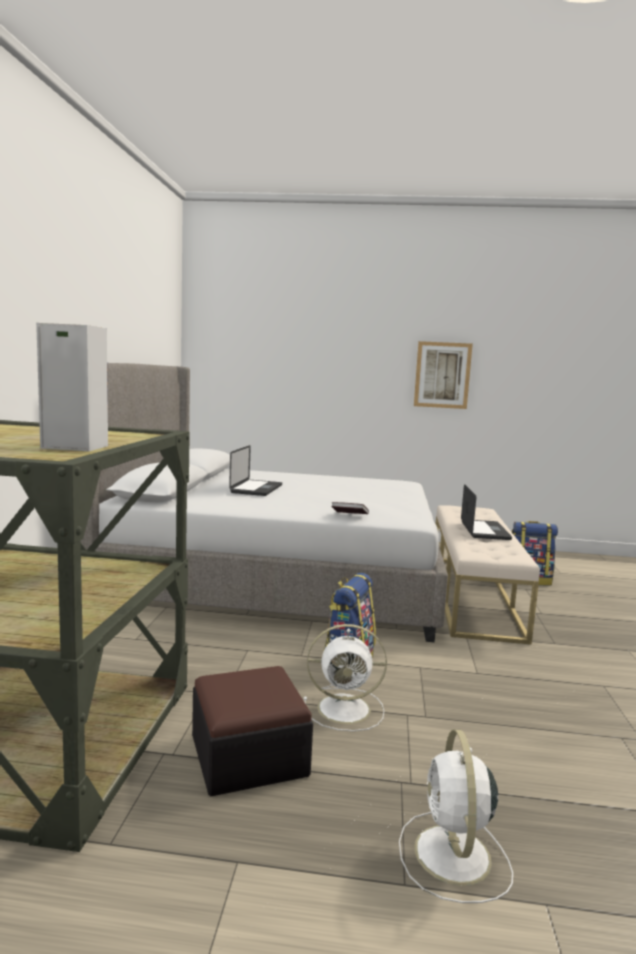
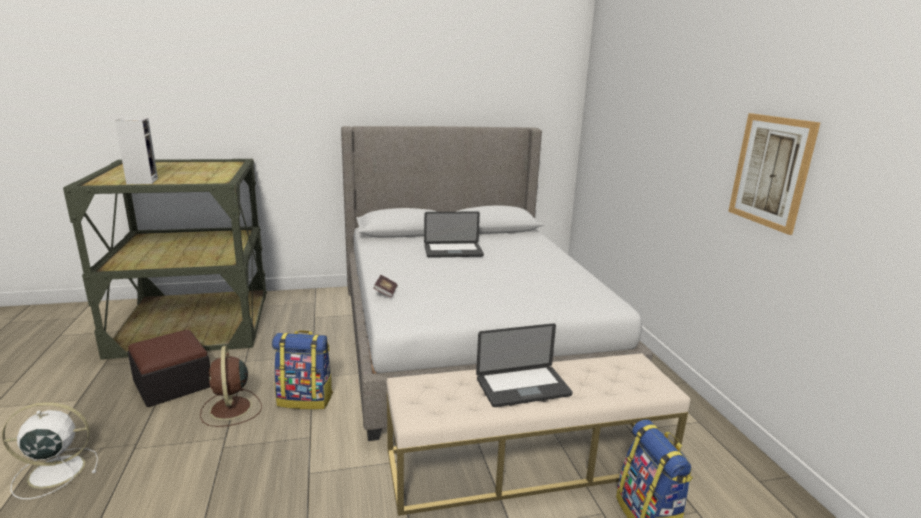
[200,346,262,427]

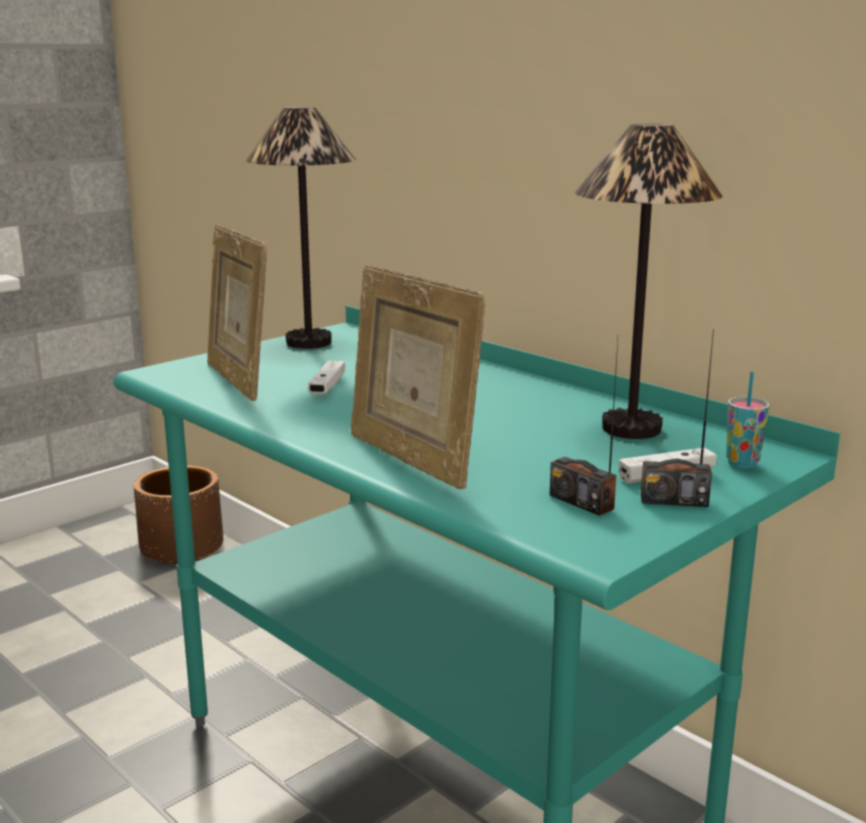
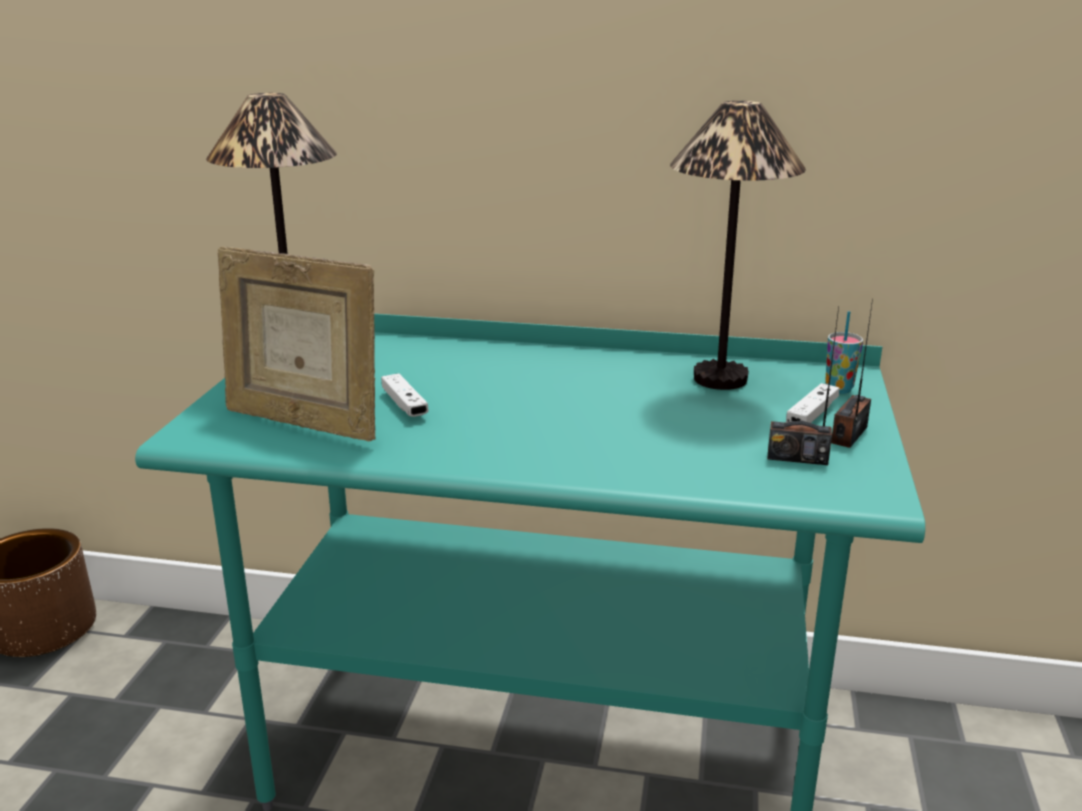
[351,265,486,489] (first image)
[831,298,873,448]

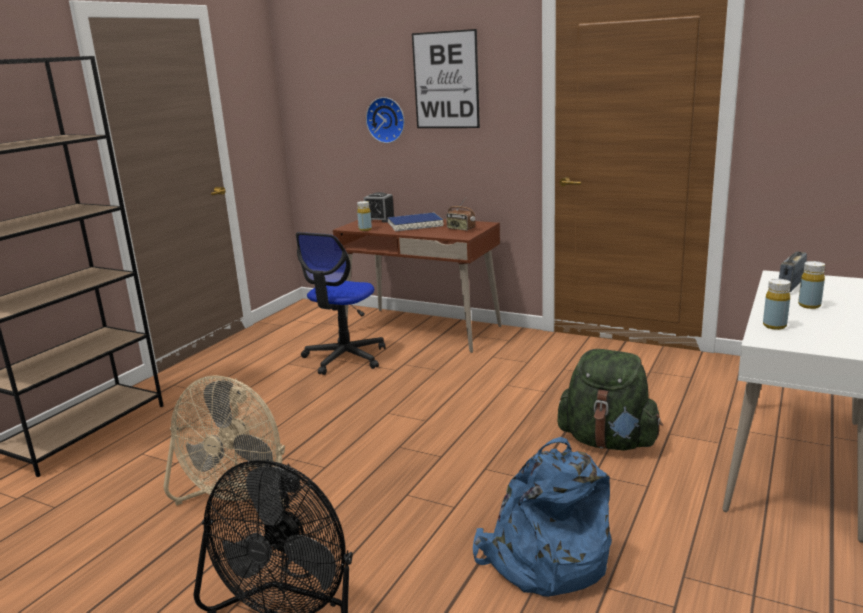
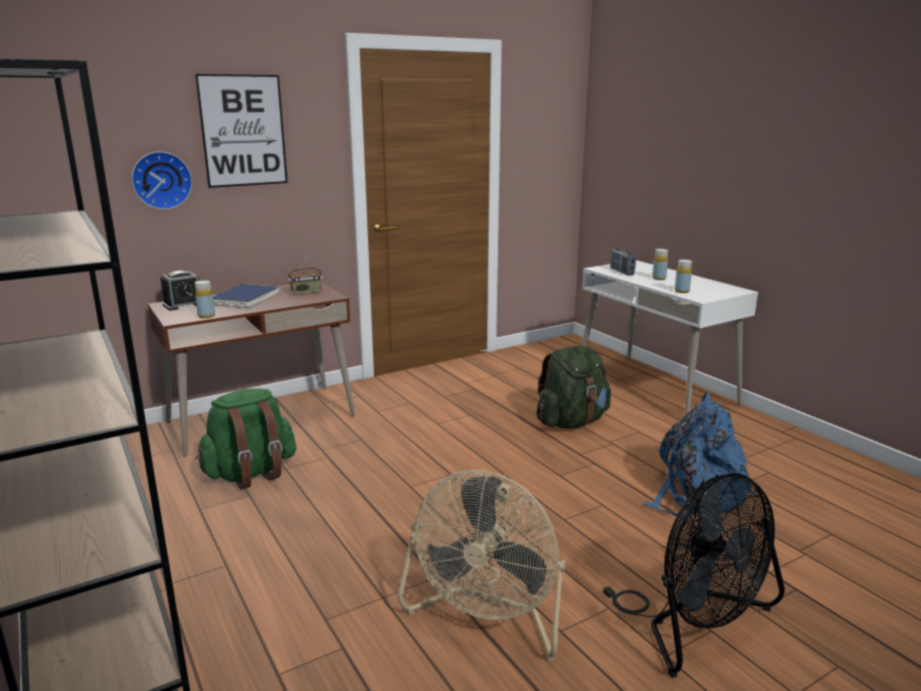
[196,388,296,489]
[398,470,565,662]

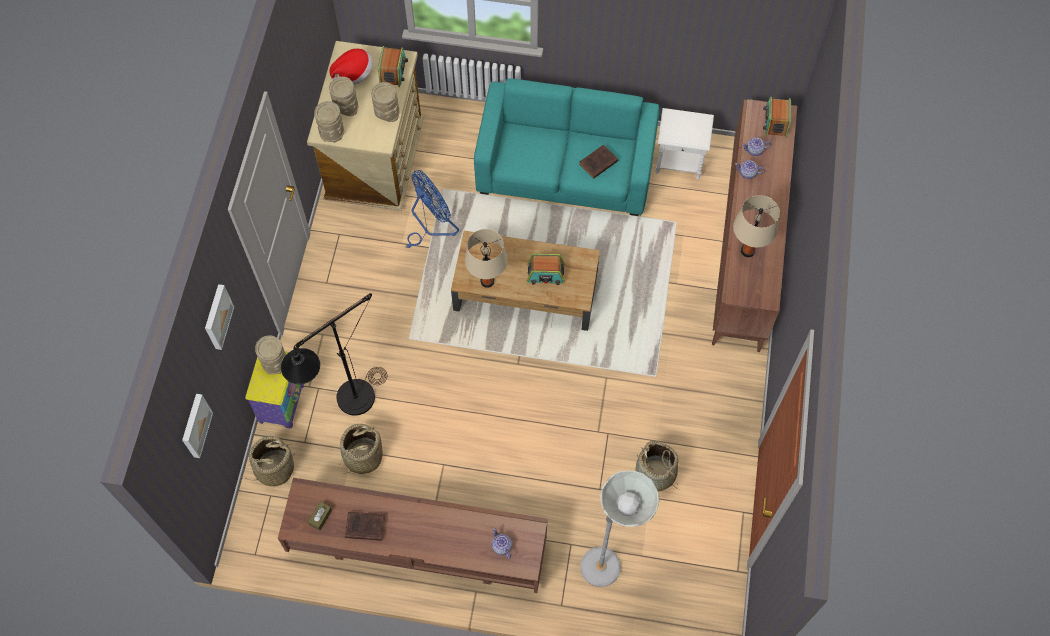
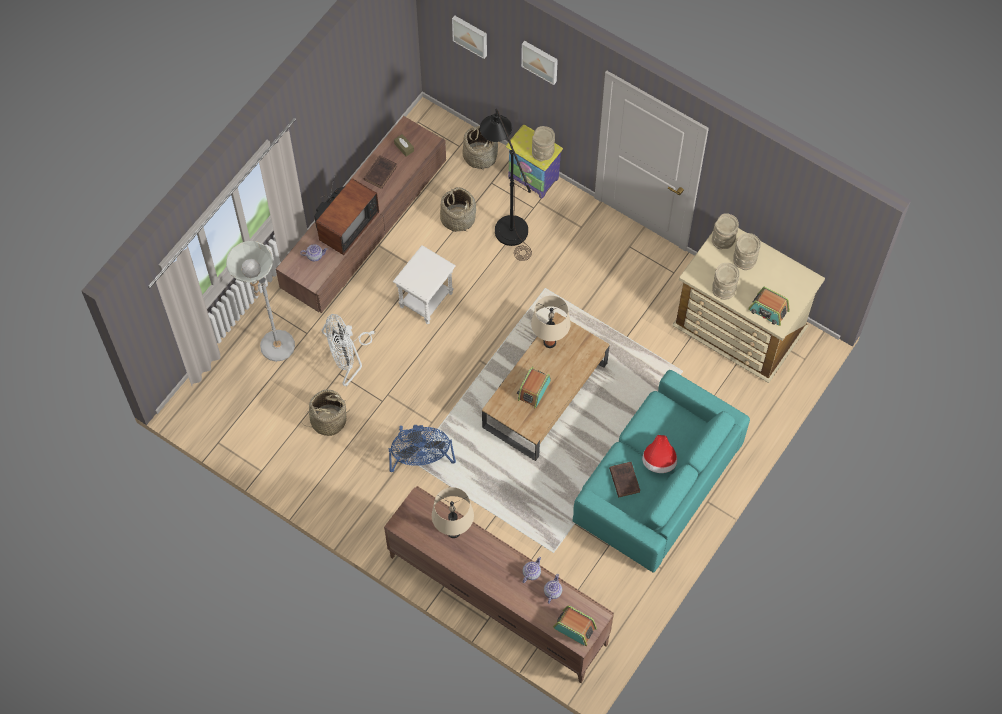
[642,435,677,473]
[393,245,456,324]
[389,425,456,472]
[314,176,379,255]
[322,314,375,386]

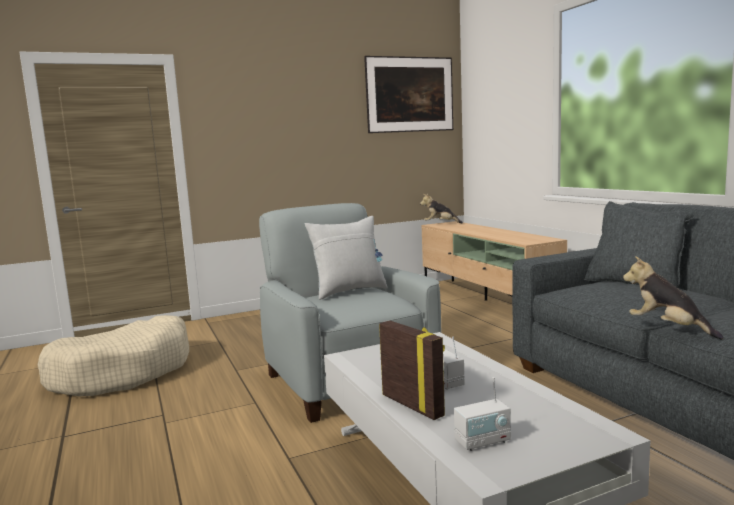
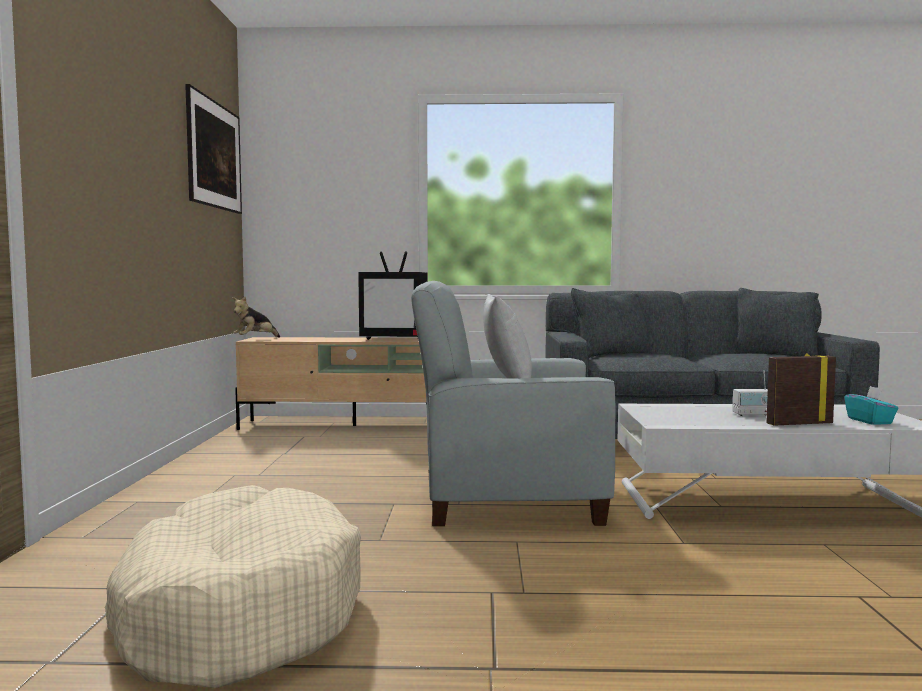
[623,256,723,339] (first image)
[845,386,899,425]
[358,251,428,340]

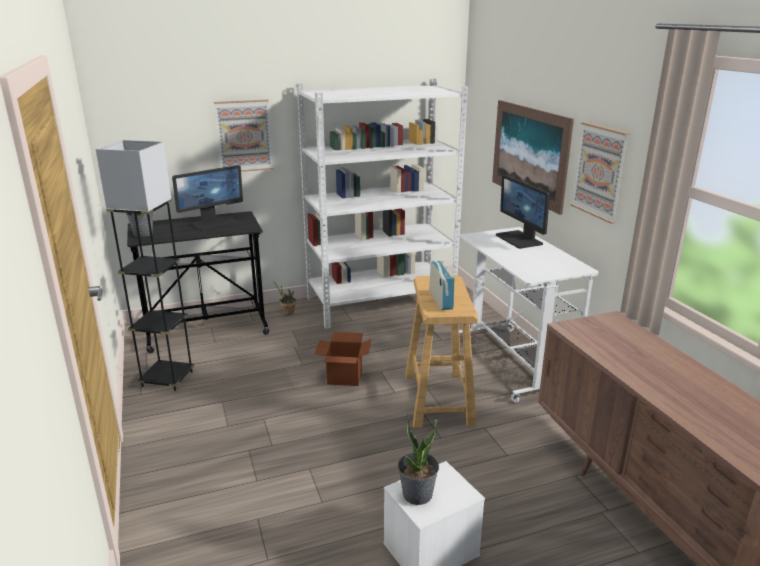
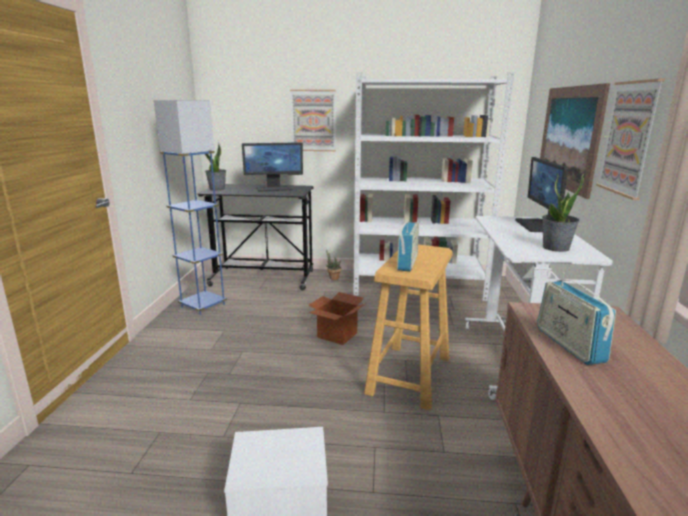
[154,100,227,315]
[542,173,584,252]
[537,272,616,365]

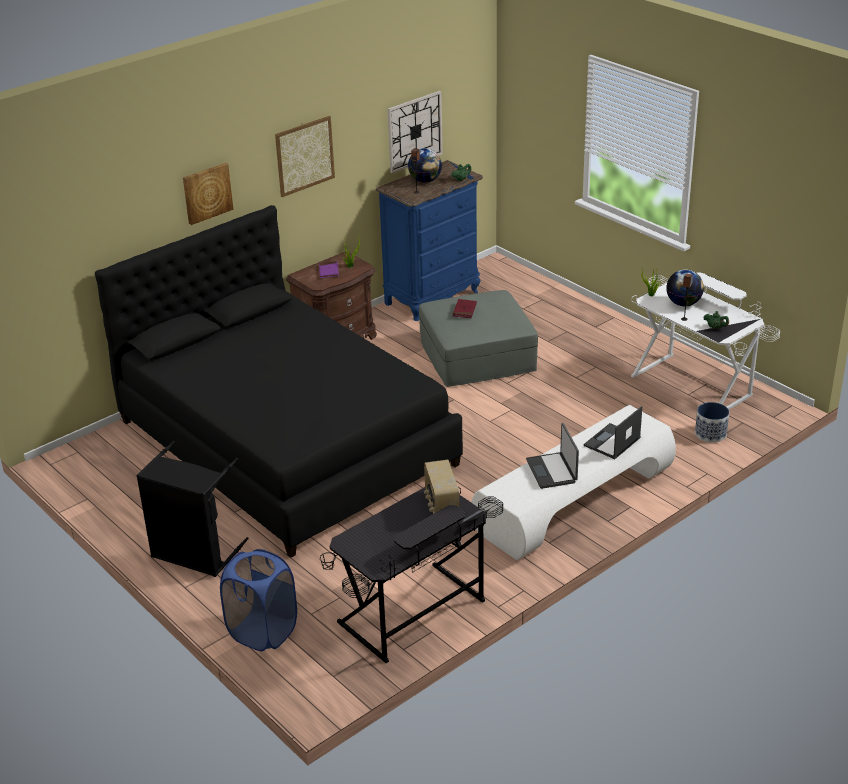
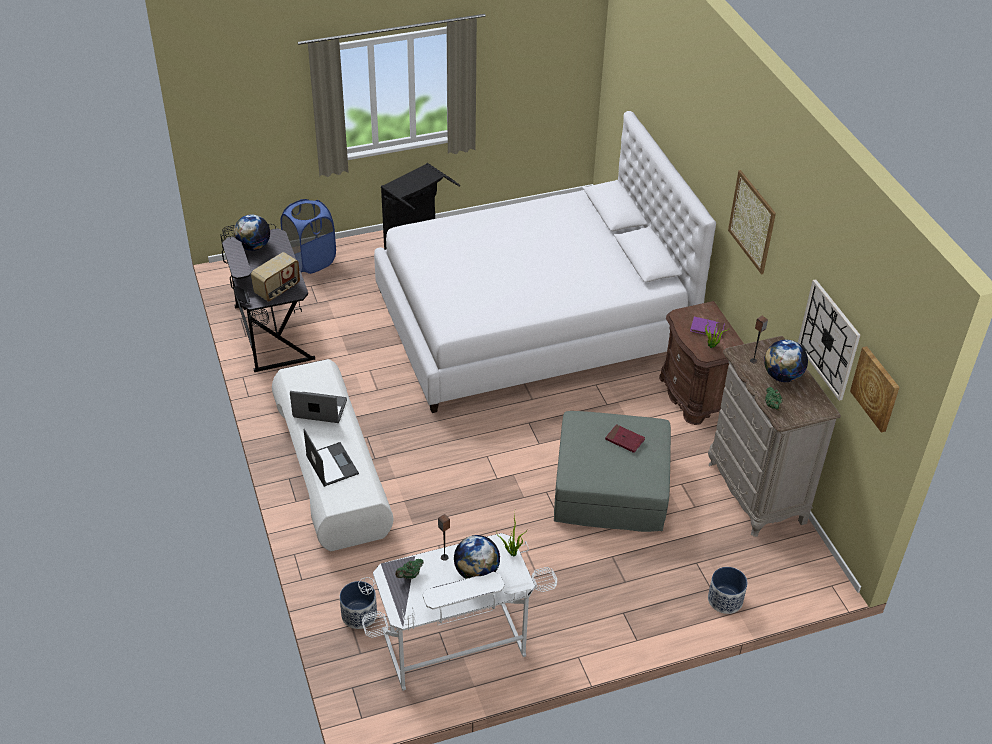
[708,336,841,537]
[850,346,900,433]
[374,111,716,413]
[251,252,300,302]
[234,214,270,251]
[708,567,748,614]

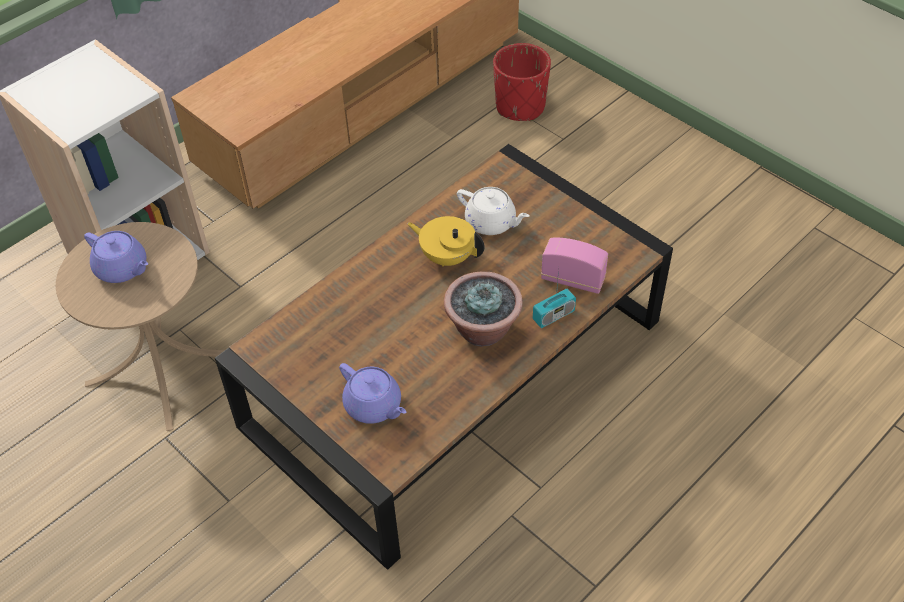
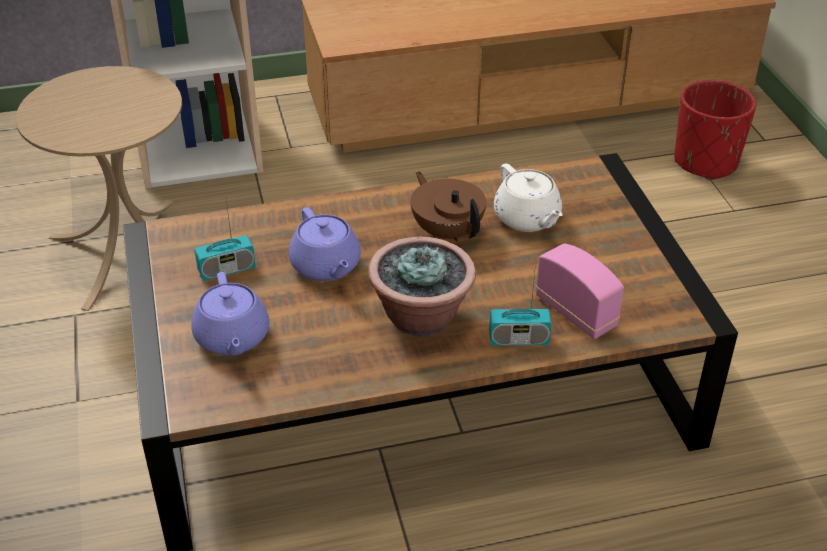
[410,171,486,242]
[289,207,361,281]
[195,195,256,281]

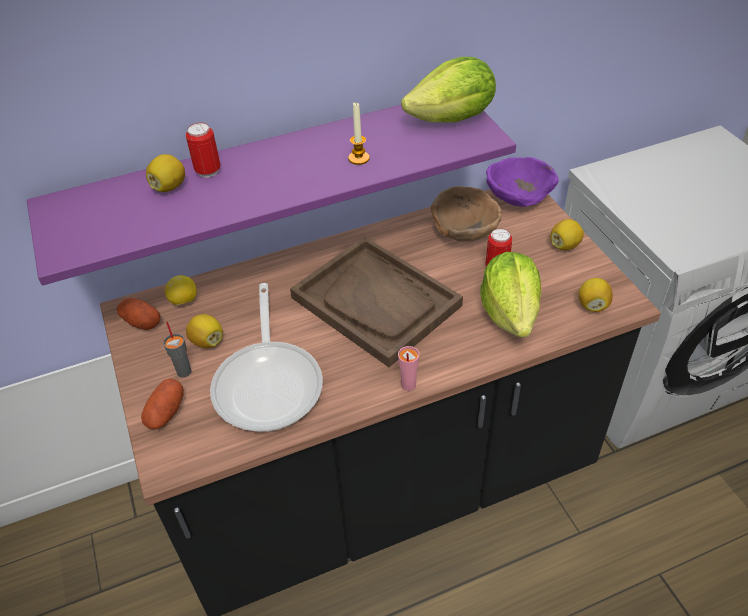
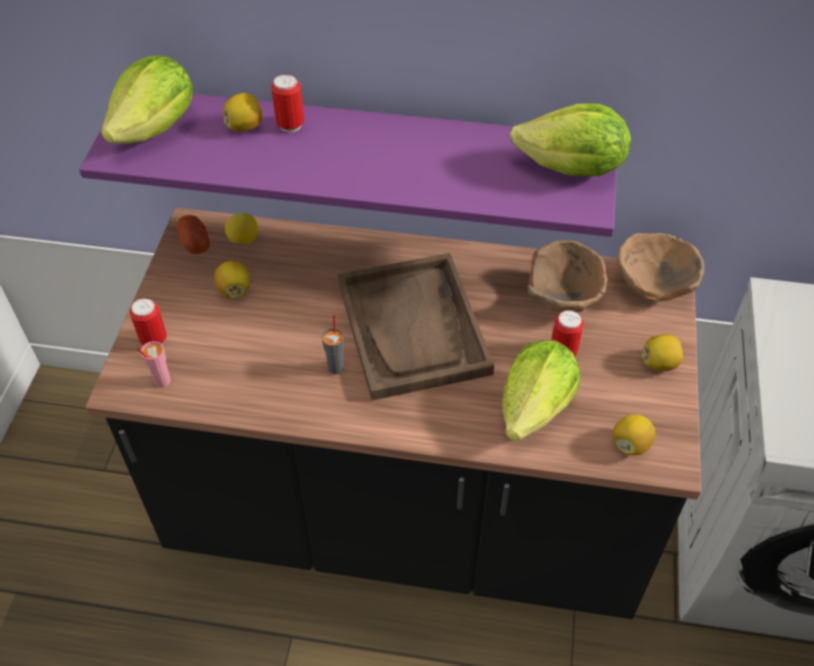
[348,103,370,165] (first image)
[617,233,705,302]
[210,283,323,432] (first image)
[322,315,344,375]
[137,341,171,388]
[130,298,167,346]
[101,56,193,144]

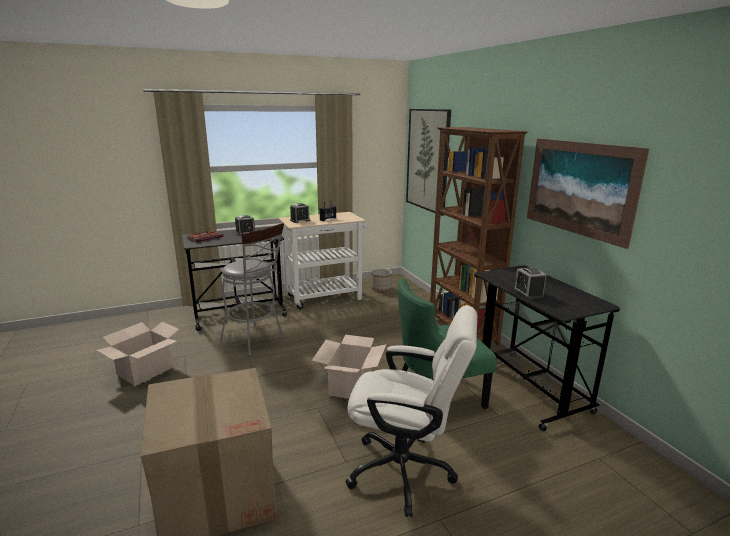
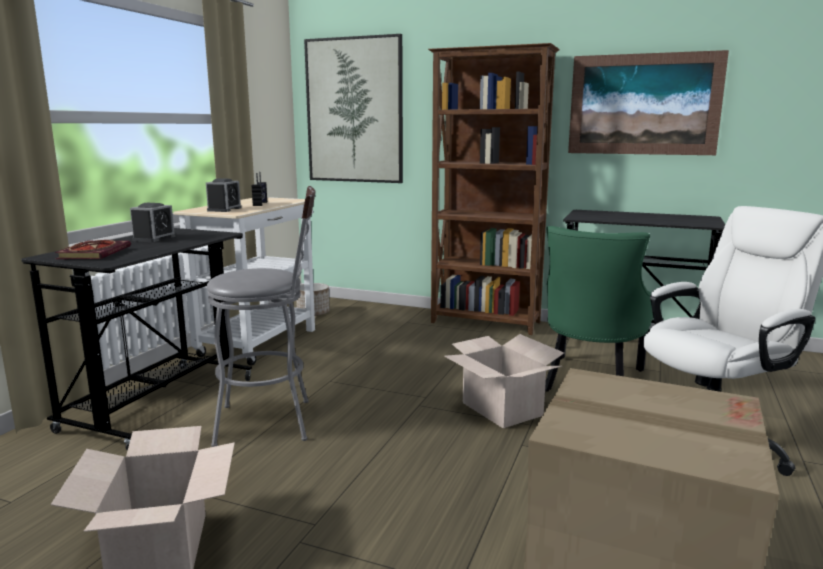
[514,267,546,299] (first image)

